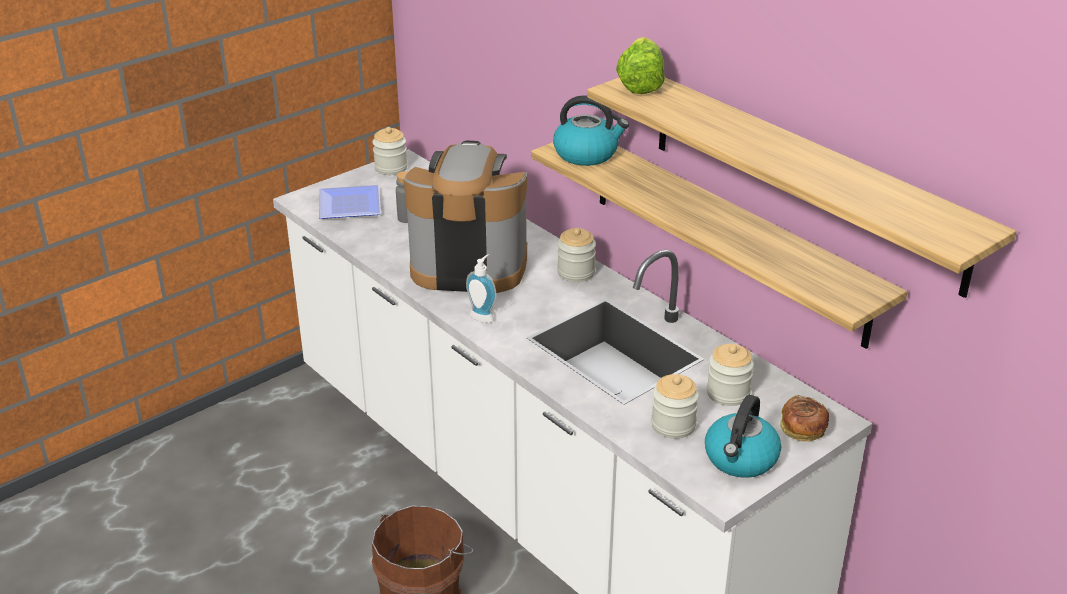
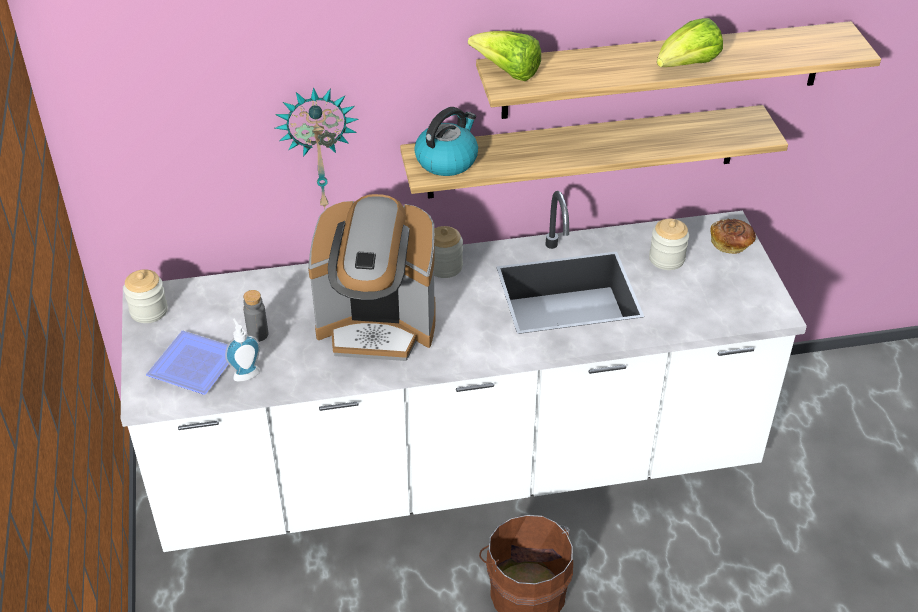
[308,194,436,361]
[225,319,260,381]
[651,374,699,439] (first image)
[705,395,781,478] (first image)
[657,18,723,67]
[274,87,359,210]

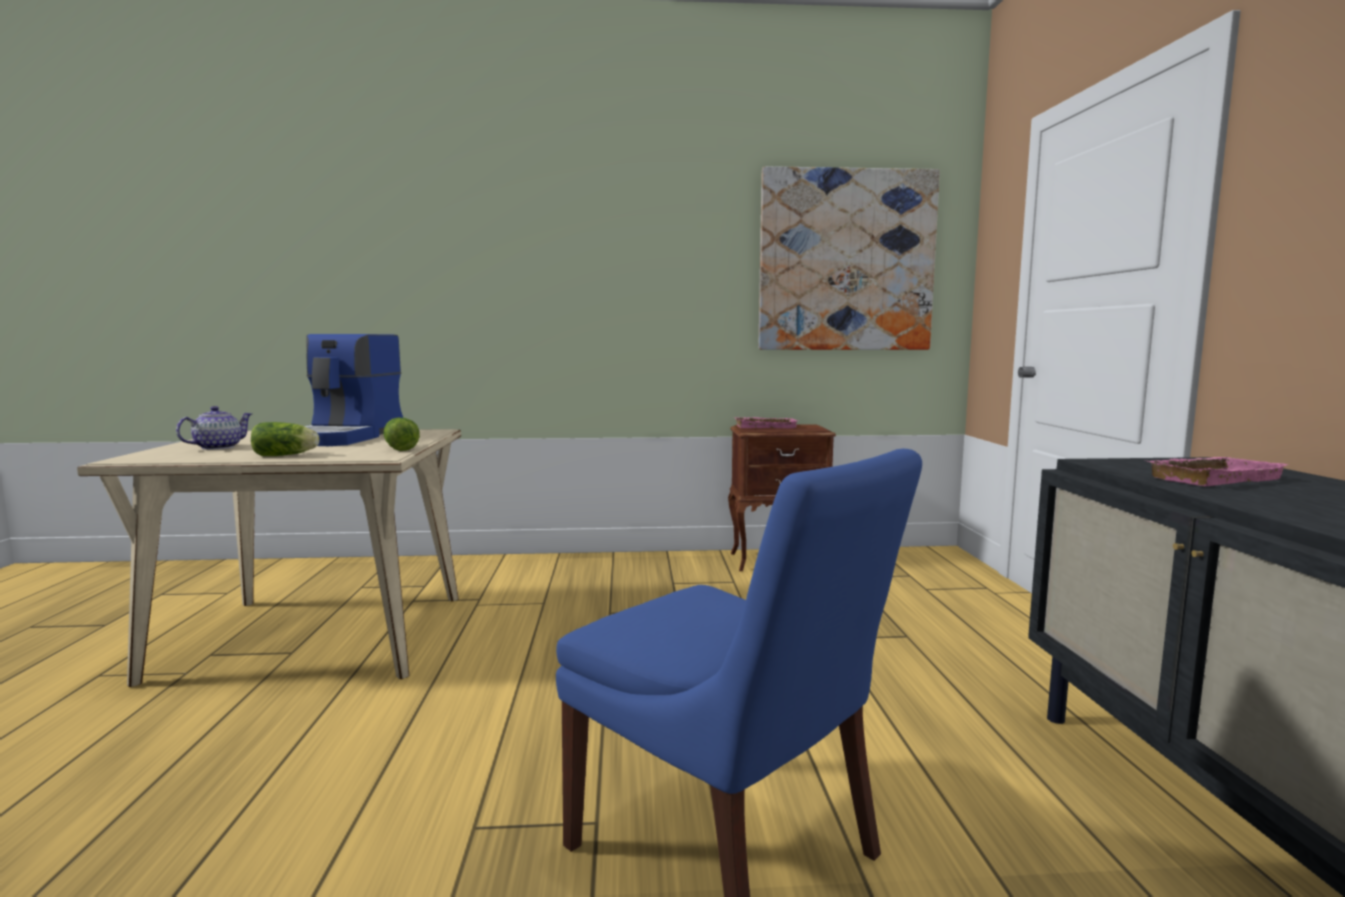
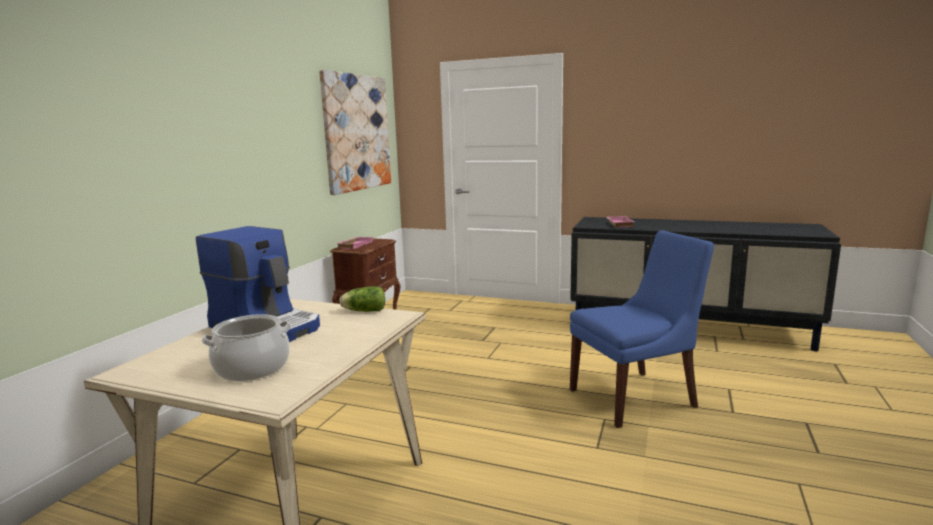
[201,314,292,381]
[251,422,319,456] (first image)

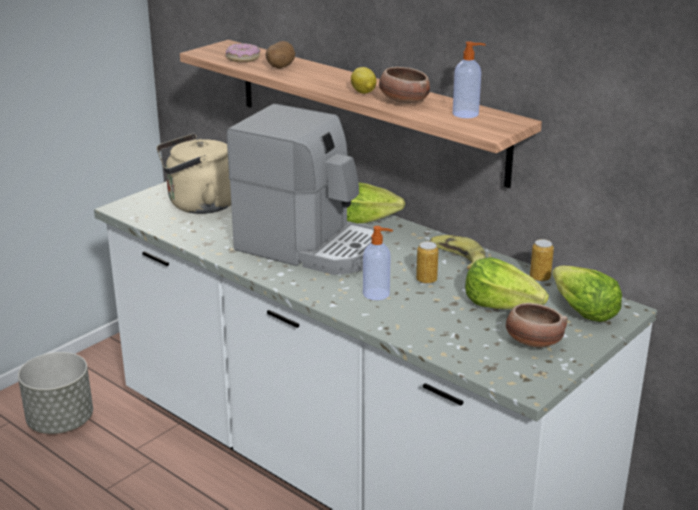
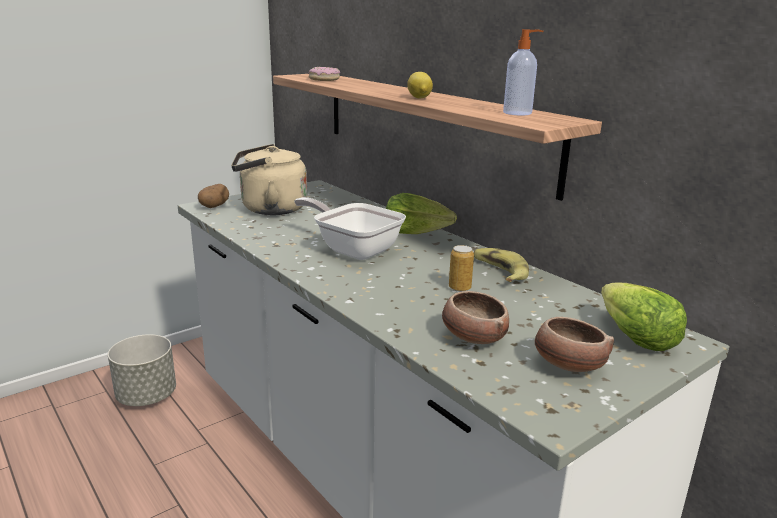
[198,184,229,208]
[442,291,509,344]
[294,197,406,260]
[363,226,393,300] (first image)
[530,239,554,282] (first image)
[465,257,549,309] (first image)

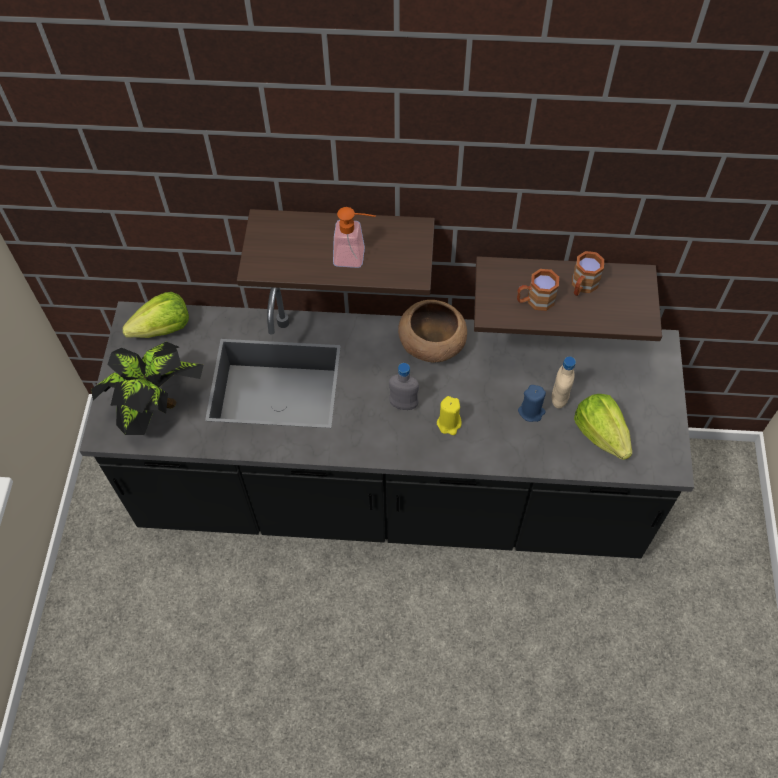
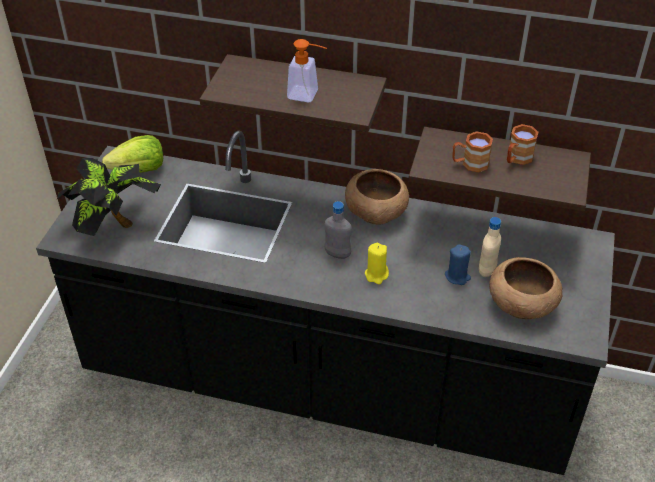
[489,257,563,319]

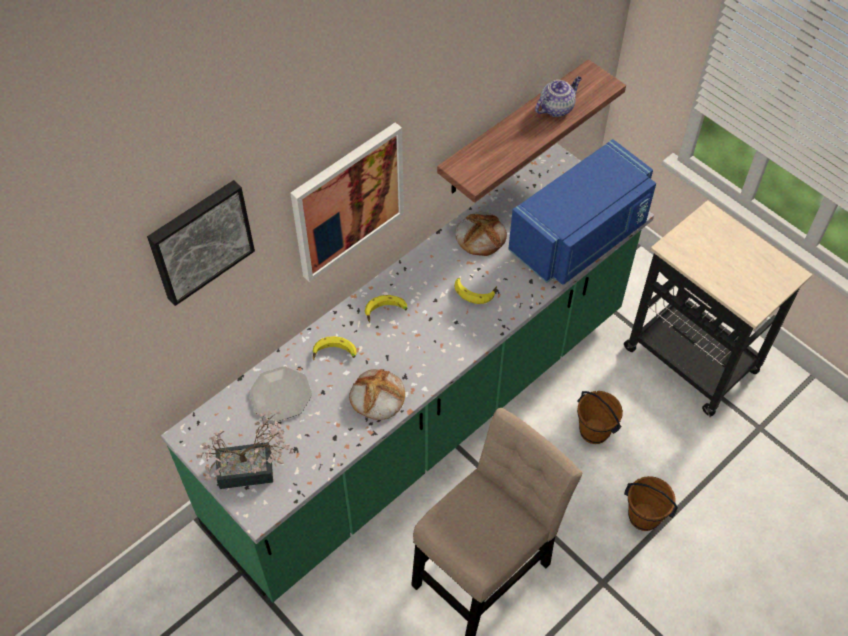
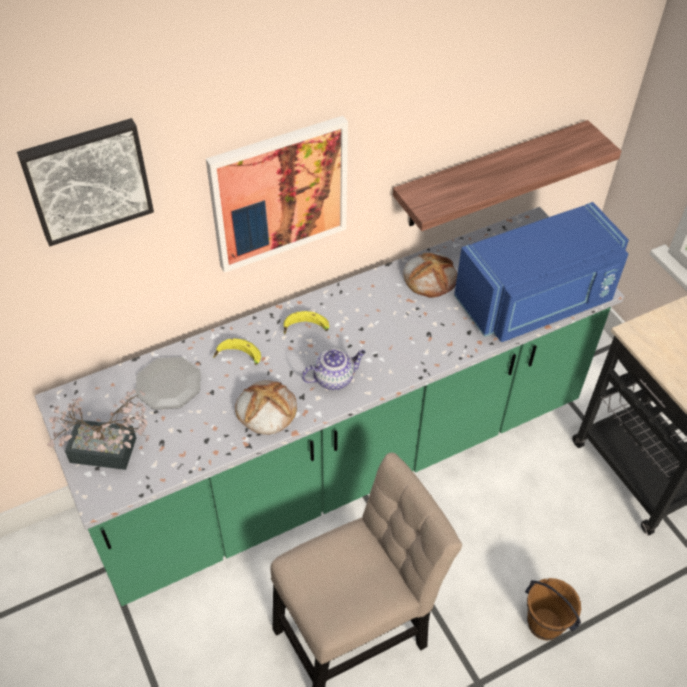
[302,349,366,390]
[454,278,497,304] (first image)
[577,391,623,444] (first image)

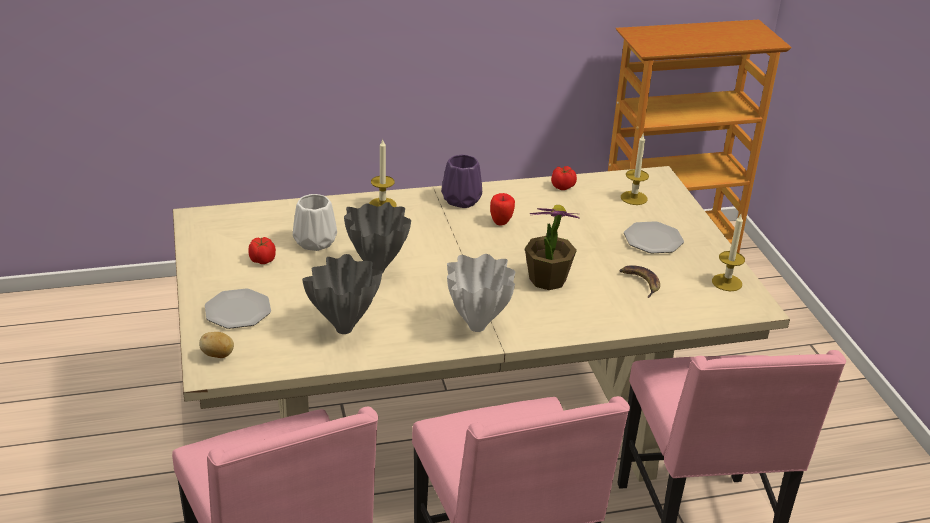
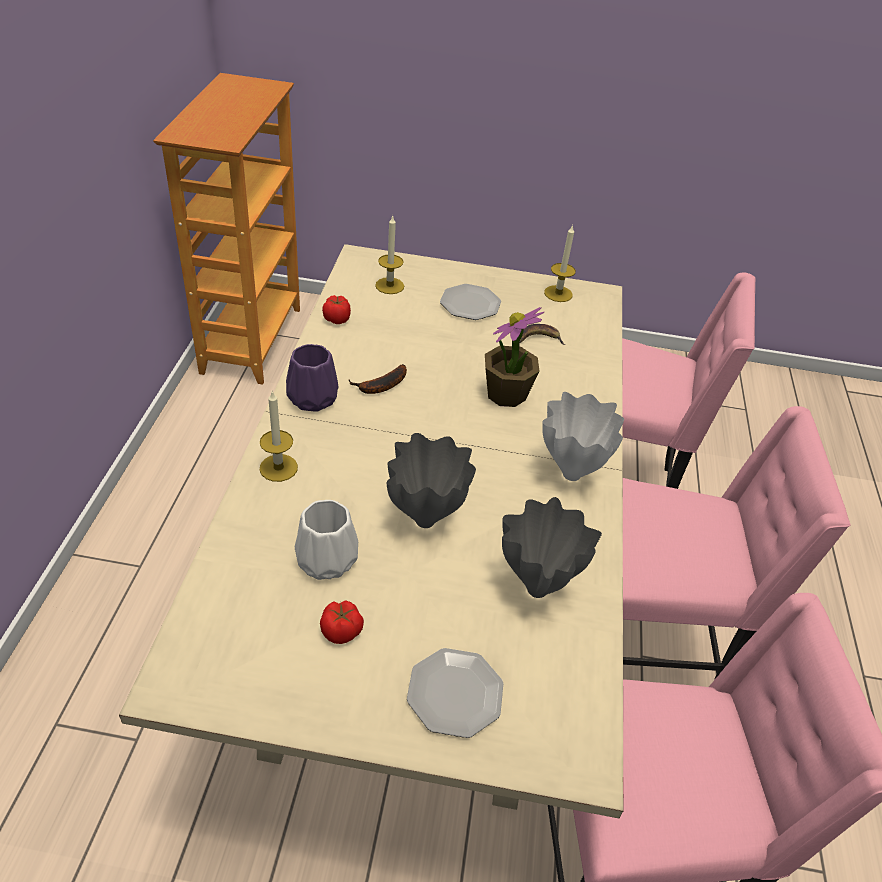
[349,364,407,394]
[199,332,234,358] (first image)

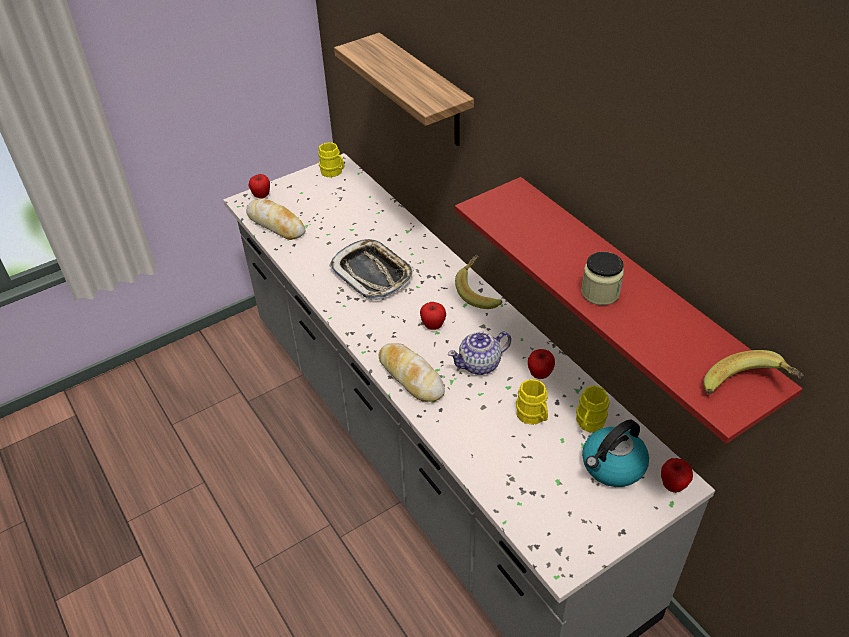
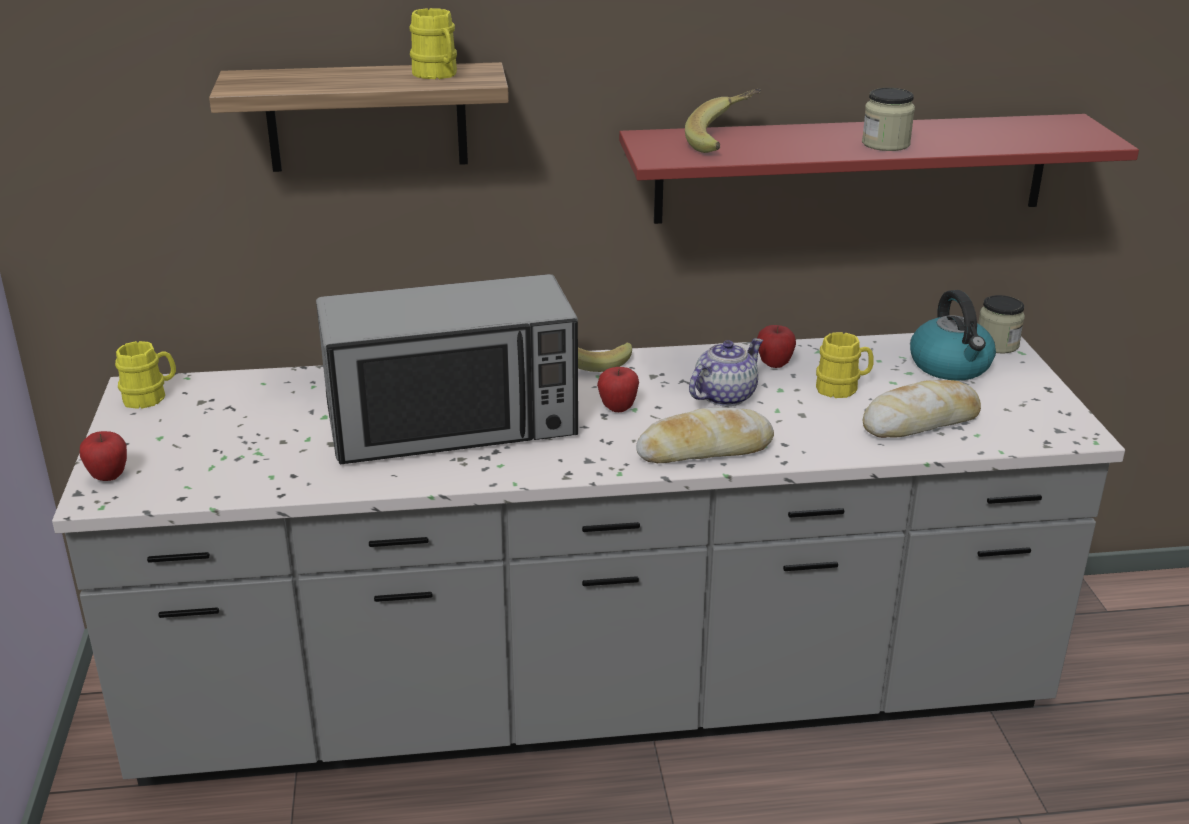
[863,380,981,438]
[316,274,578,464]
[689,338,763,406]
[685,89,761,153]
[409,8,457,79]
[978,295,1025,353]

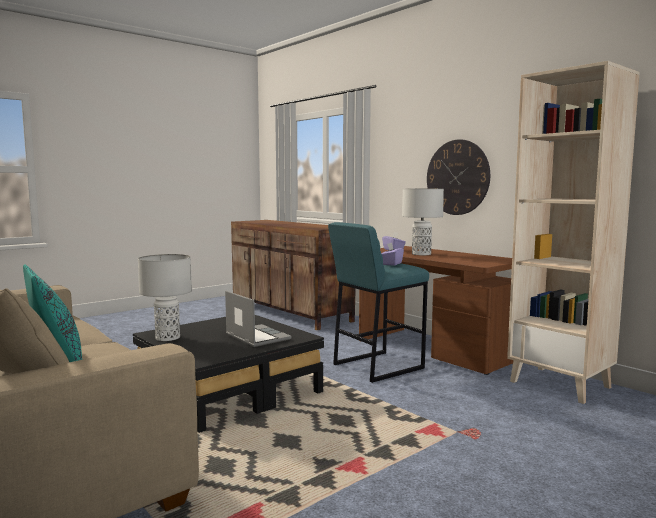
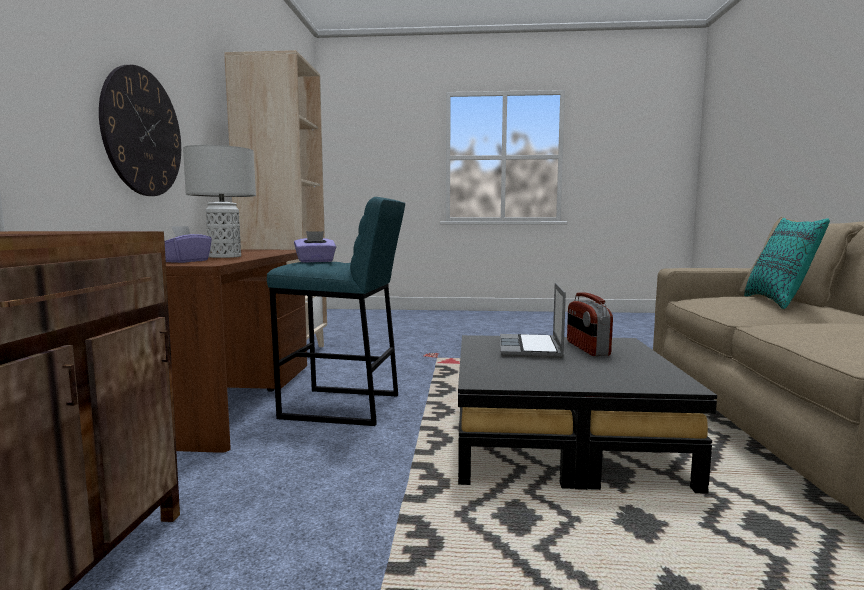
[138,254,192,341] (first image)
[567,293,613,356]

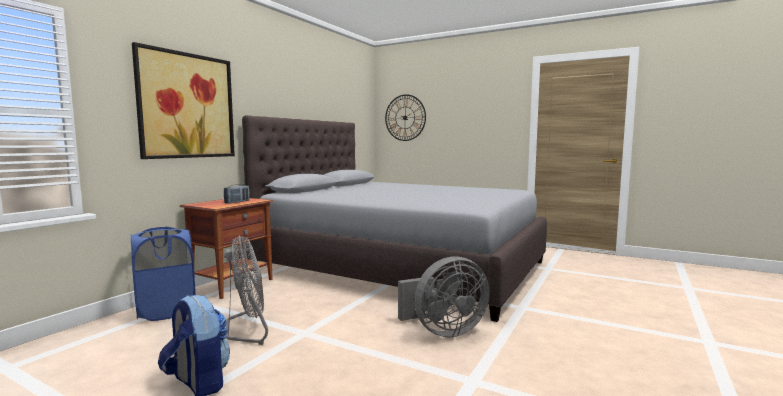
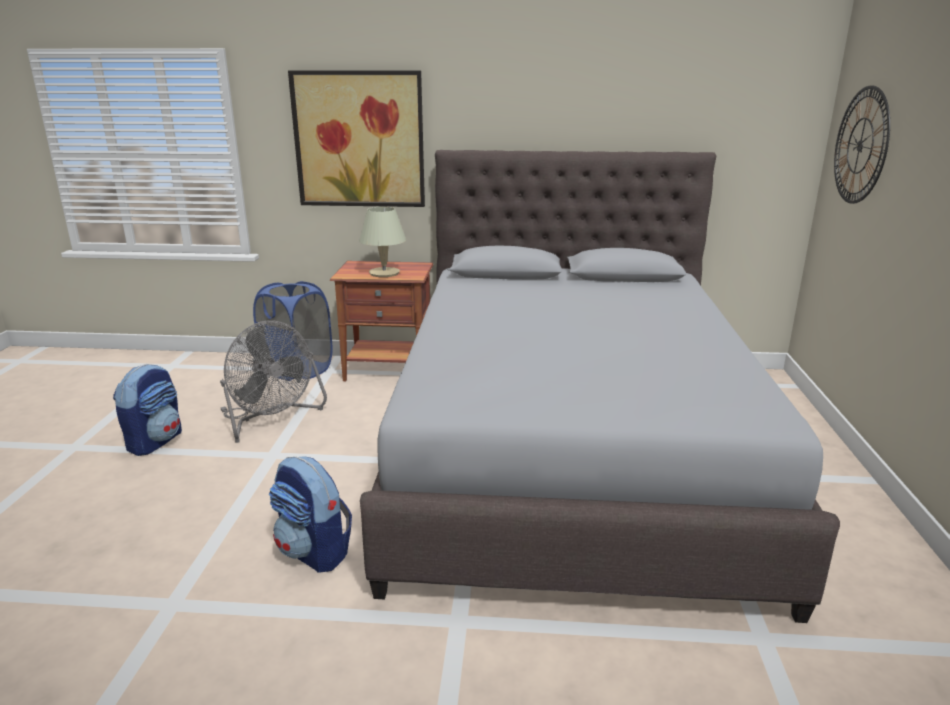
[359,207,406,277]
[269,456,352,573]

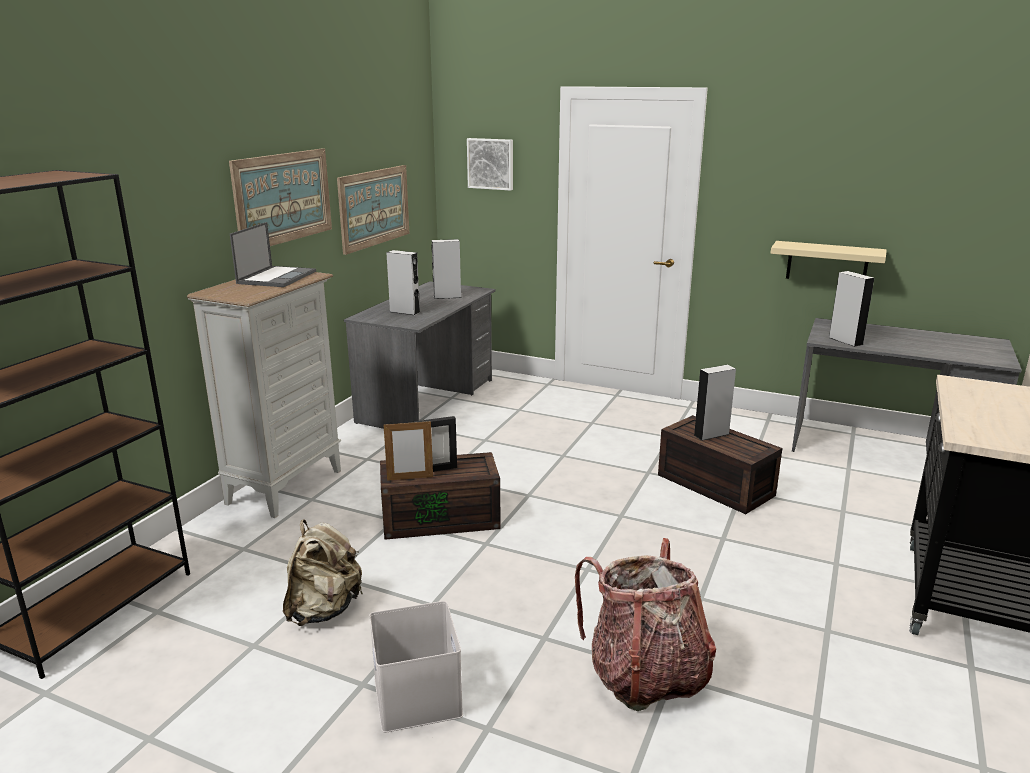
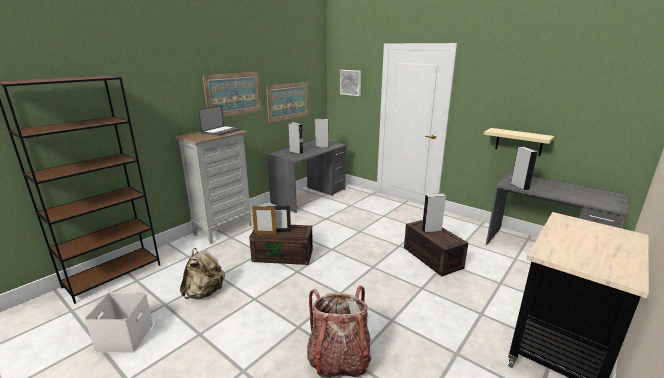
[85,292,153,353]

